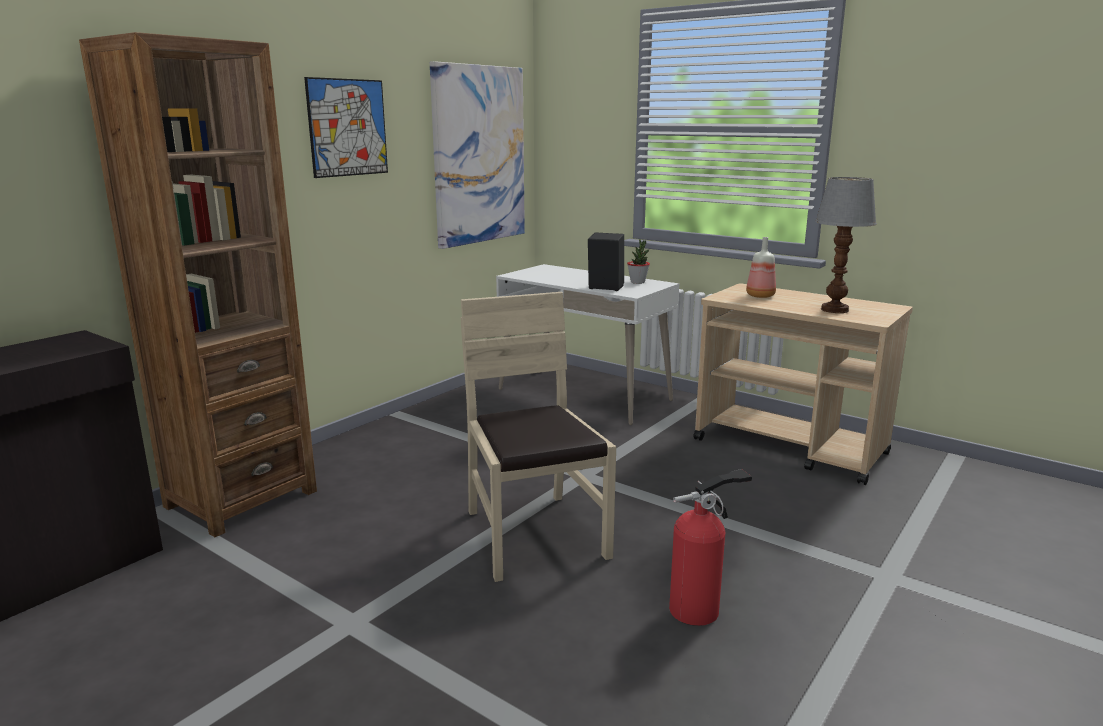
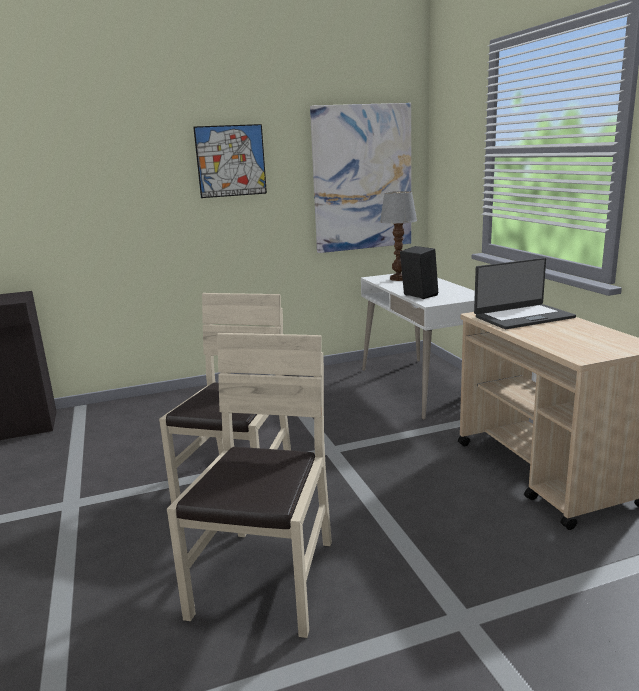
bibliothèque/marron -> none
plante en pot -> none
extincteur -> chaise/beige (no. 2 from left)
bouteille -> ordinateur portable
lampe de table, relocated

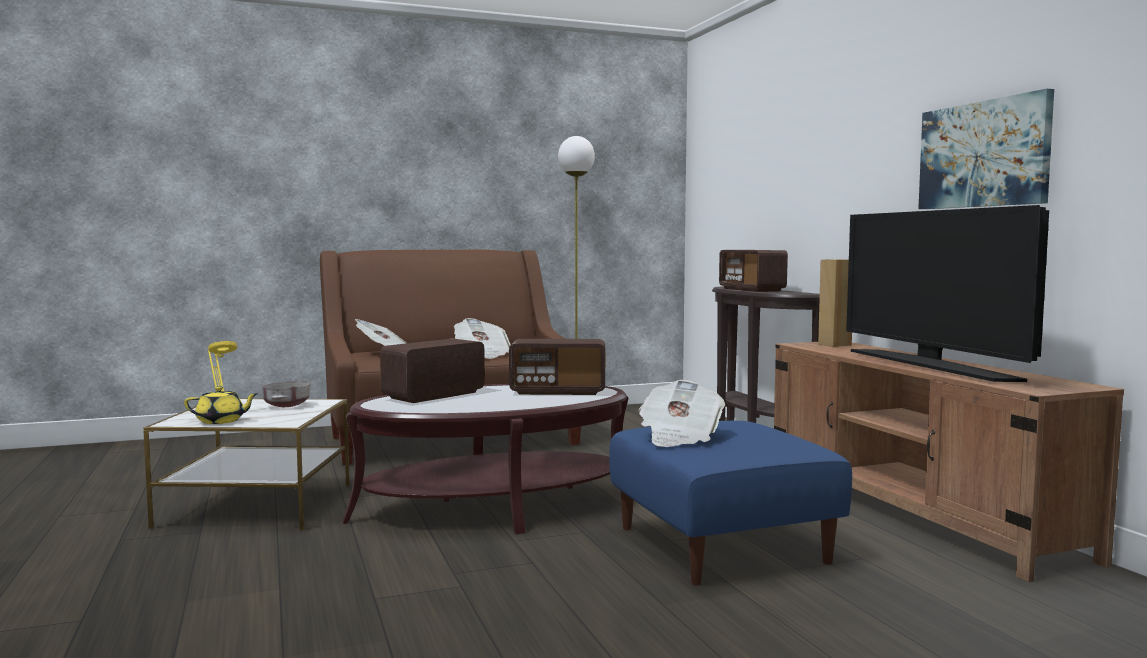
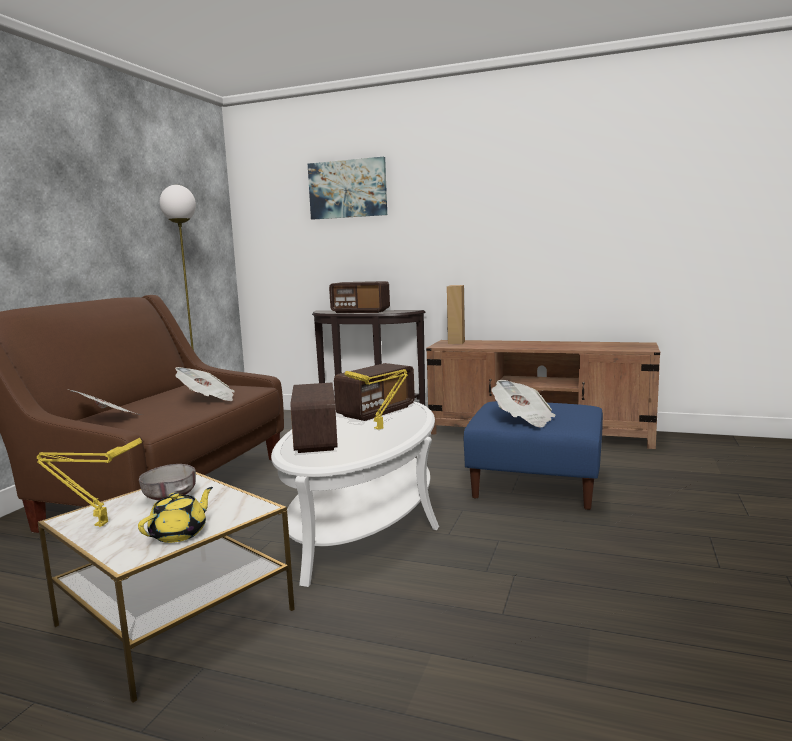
table basse/marron -> table basse/blanc
téléviseur -> none
tableau, relocated
none -> lampe de table/jaune (no. 2 from left)

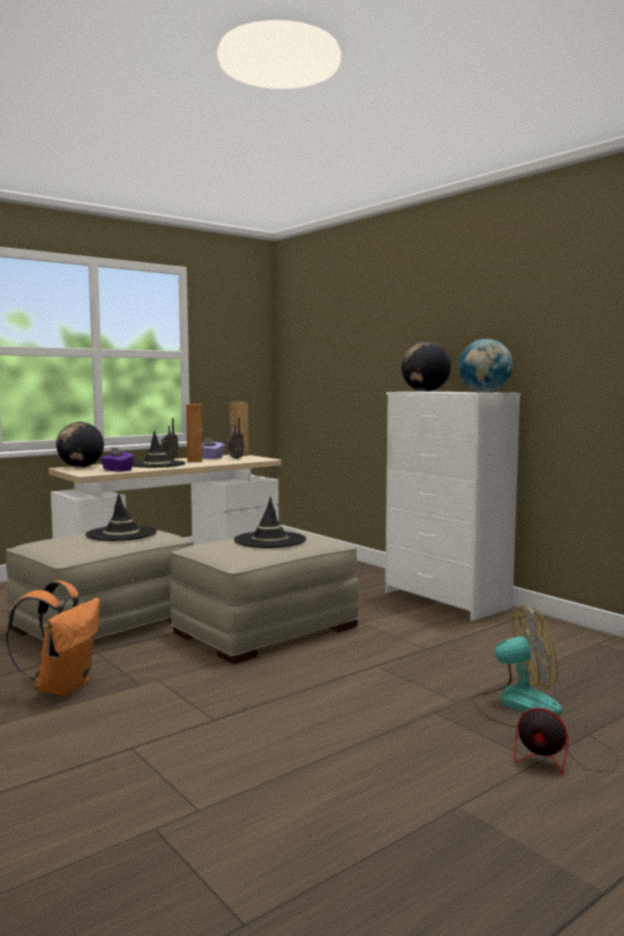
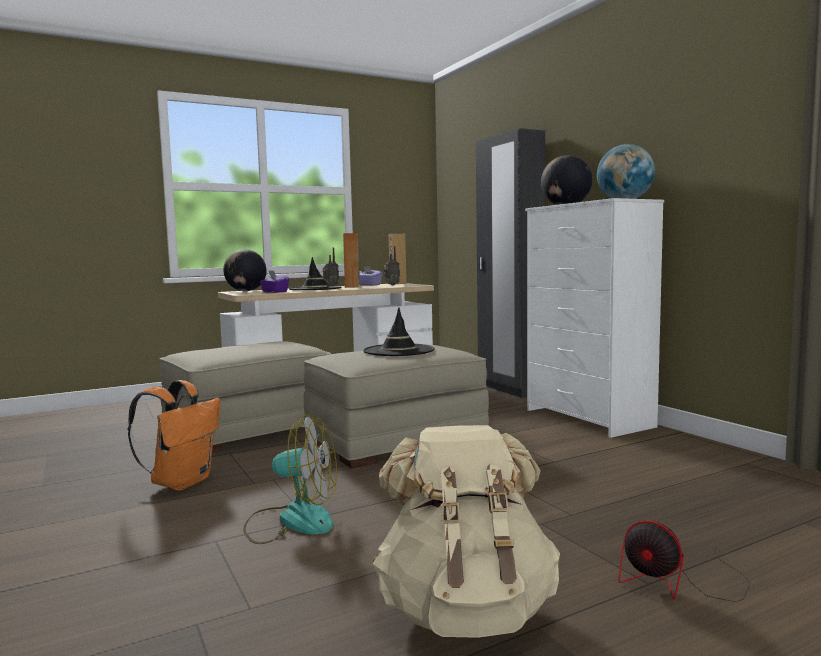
chapeau/noir (no. 1 from left) -> none
ventilateur (no. 1 from left), relocated
none -> sac à dos/beige
none -> armoire/noir

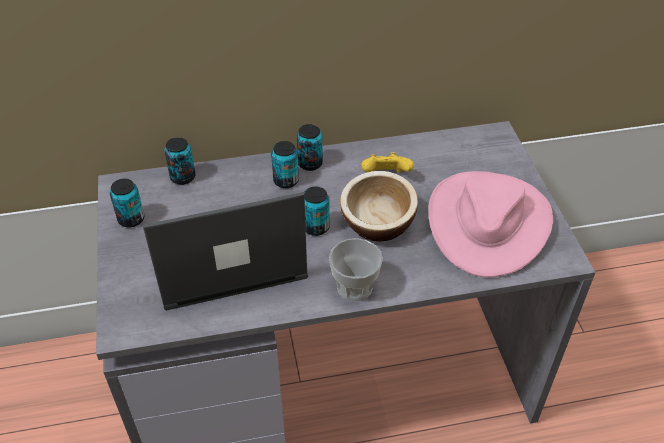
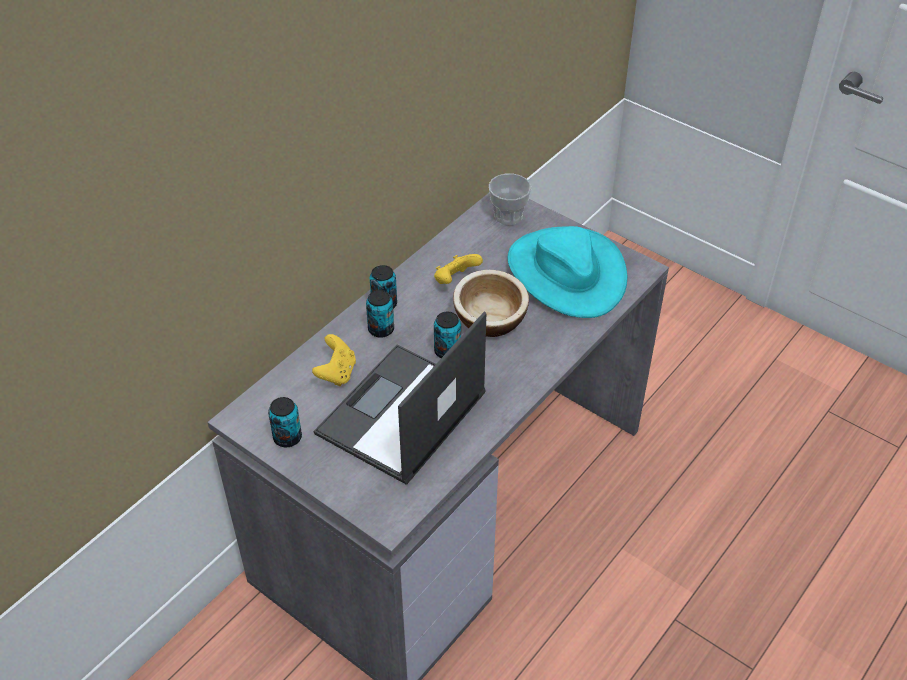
boîte métallique (no. 2 from left) -> none
tasse, relocated
chapeau/rose -> chapeau/turquoise
none -> manette/jaune (no. 1 from left)

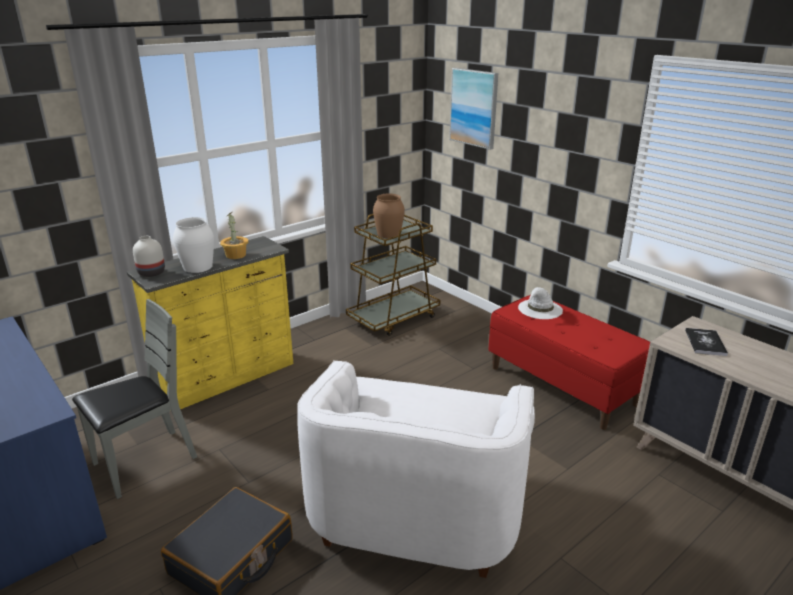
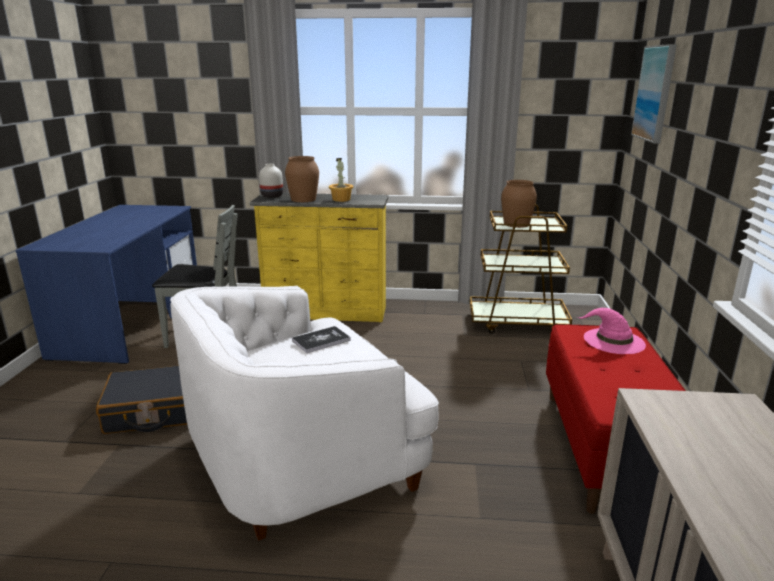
vase/blanc (no. 2 from left) -> vase/marron (no. 1 from left)
chapeau/blanc -> chapeau/rose
livre, relocated

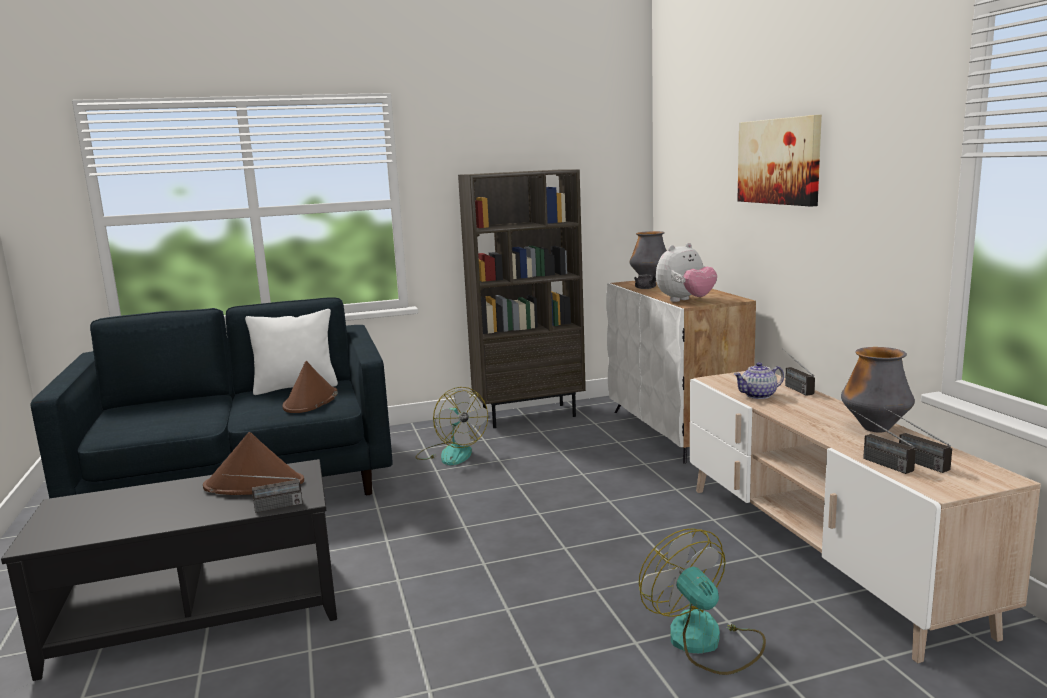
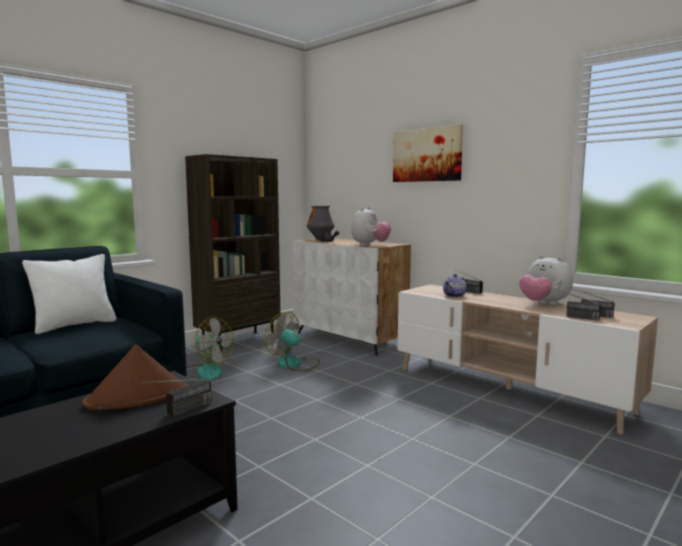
chapeau/marron (no. 2 from left) -> none
ventilateur (no. 2 from left), relocated
vase (no. 2 from left) -> peluche (no. 2 from left)

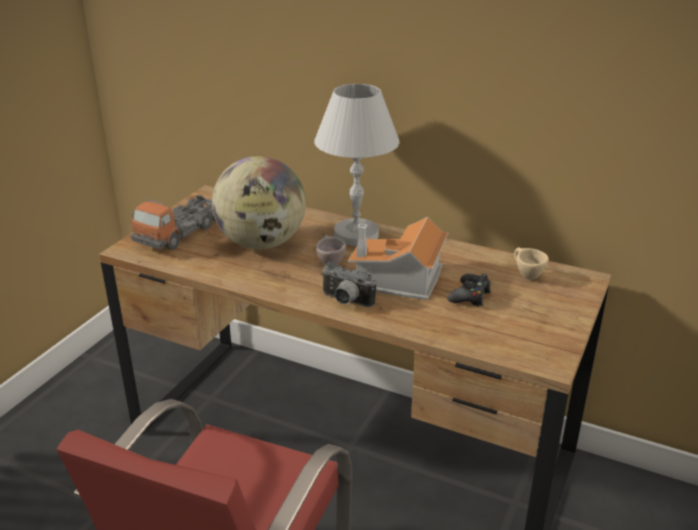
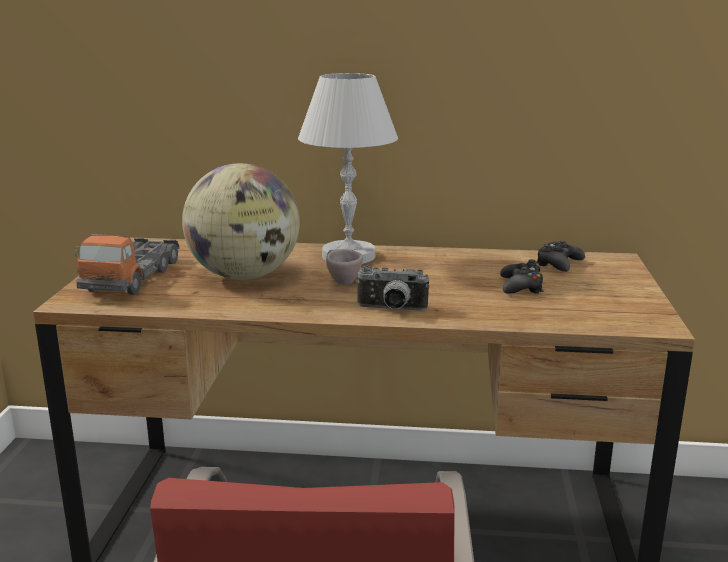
maison miniature -> none
tasse/beige (no. 2 from left) -> manette/noir (no. 2 from left)

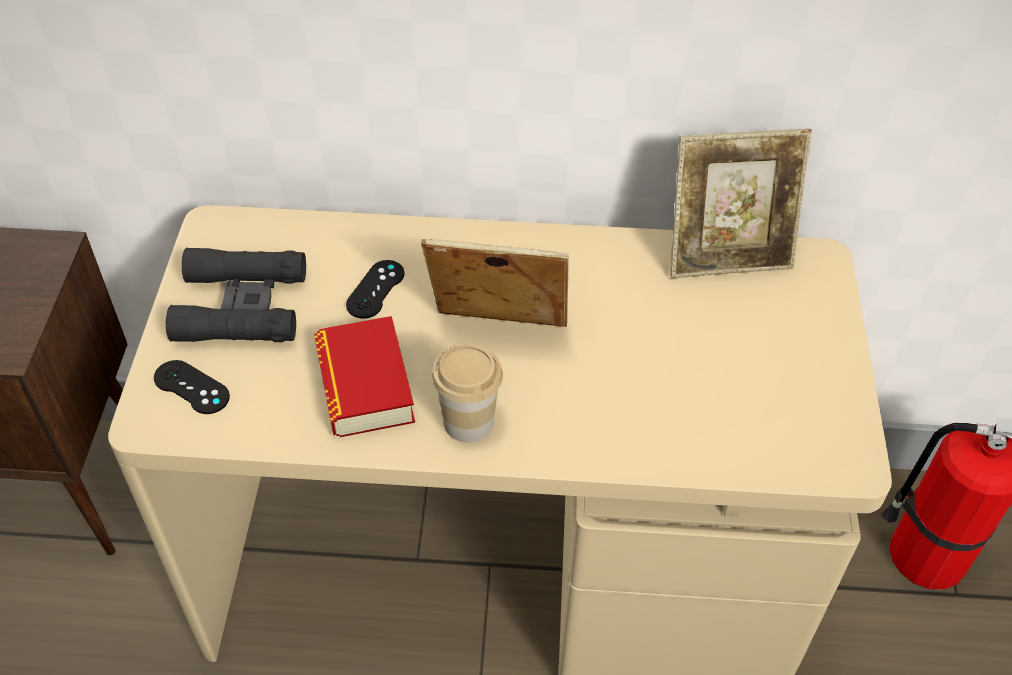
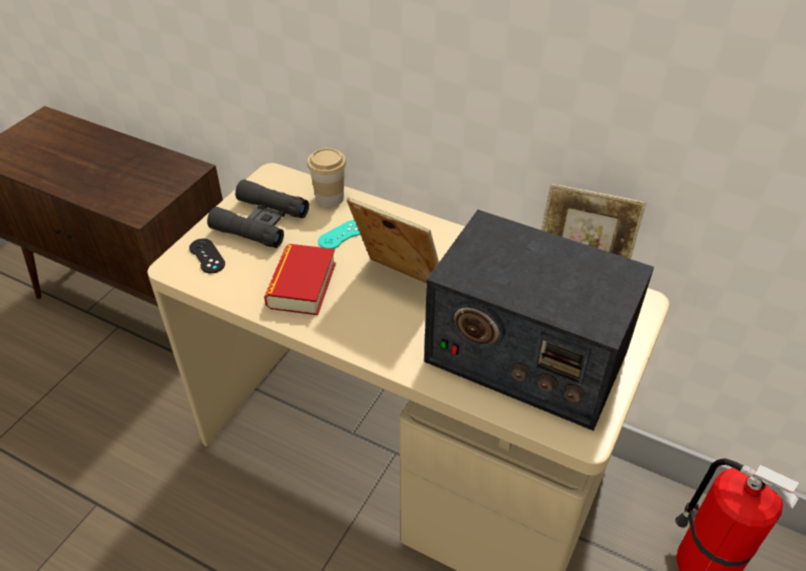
manette/noir (no. 2 from left) -> manette/turquoise
tasse, relocated
none -> radio

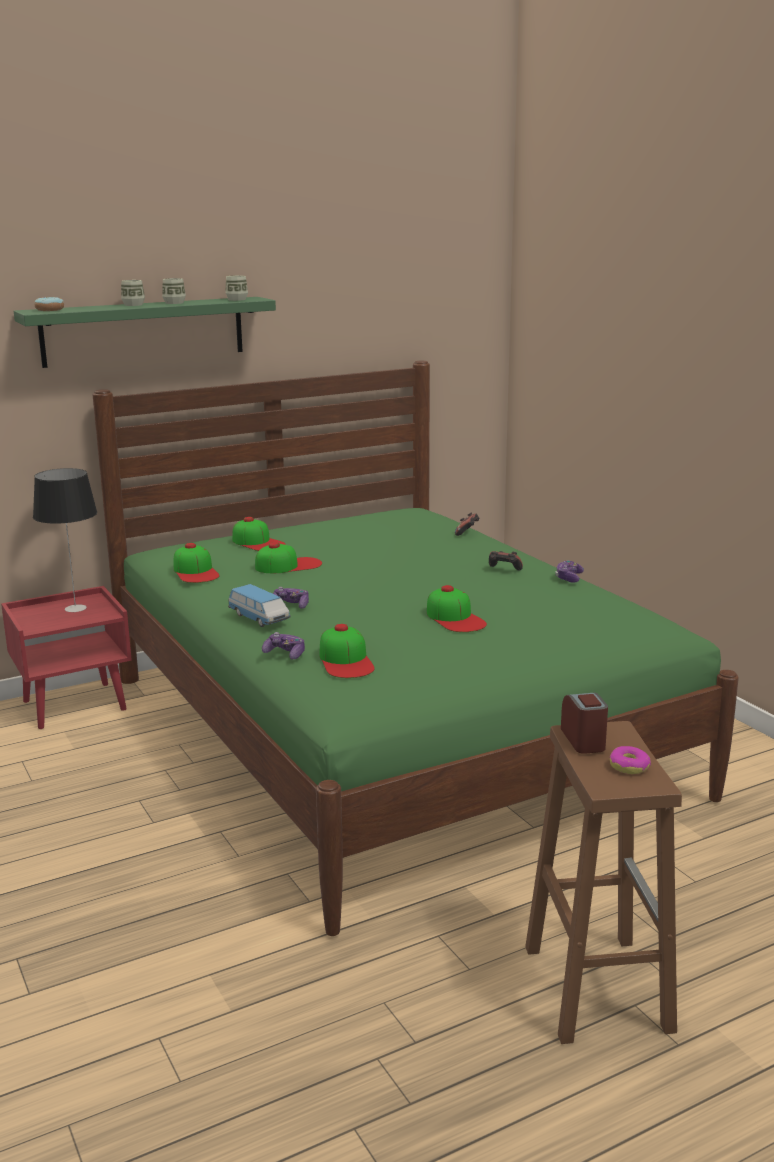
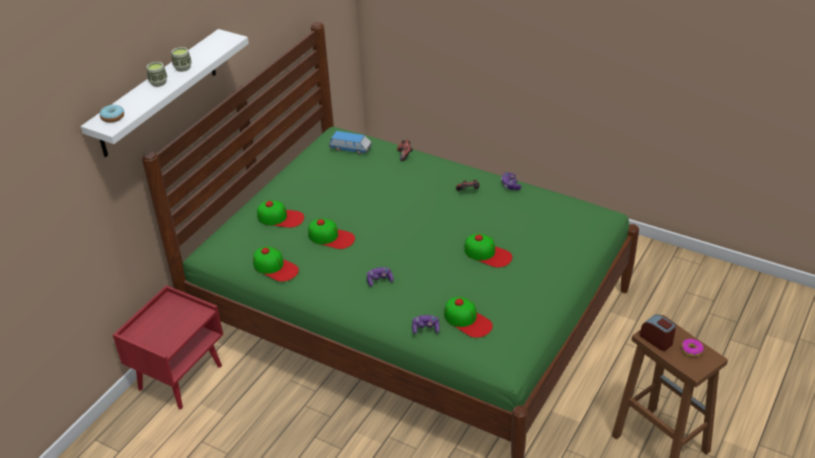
étagère/vert -> étagère/blanc
lampe de table -> none
tasse (no. 3 from left) -> none
petite voiture, relocated
casquette (no. 3 from left), 75 degrees clockwise

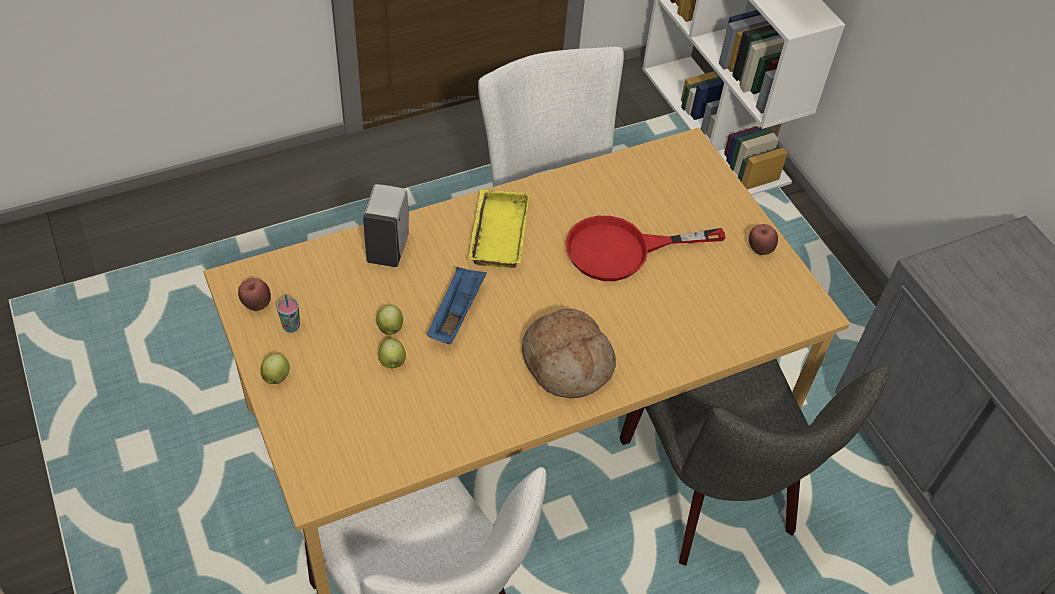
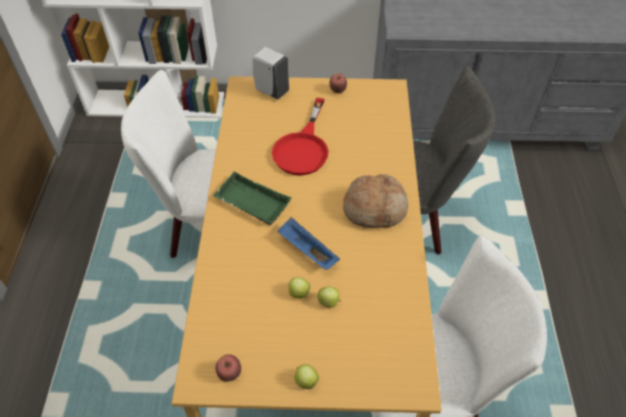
tasse -> none
distributeur de savon/blanc, relocated
plateau/jaune -> plateau/vert

